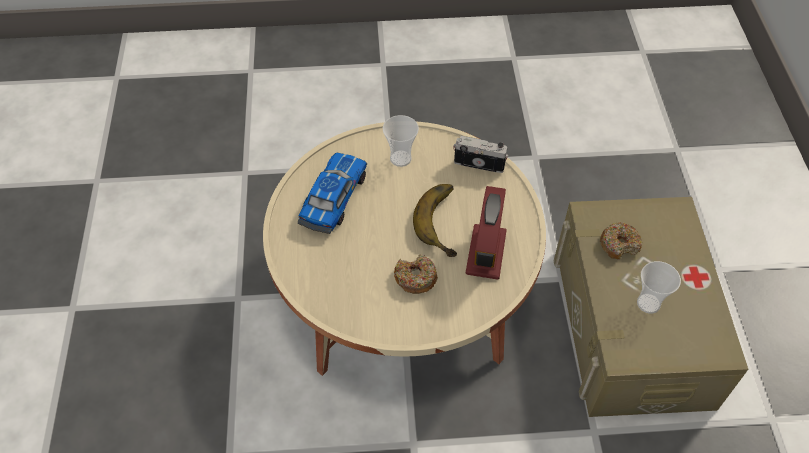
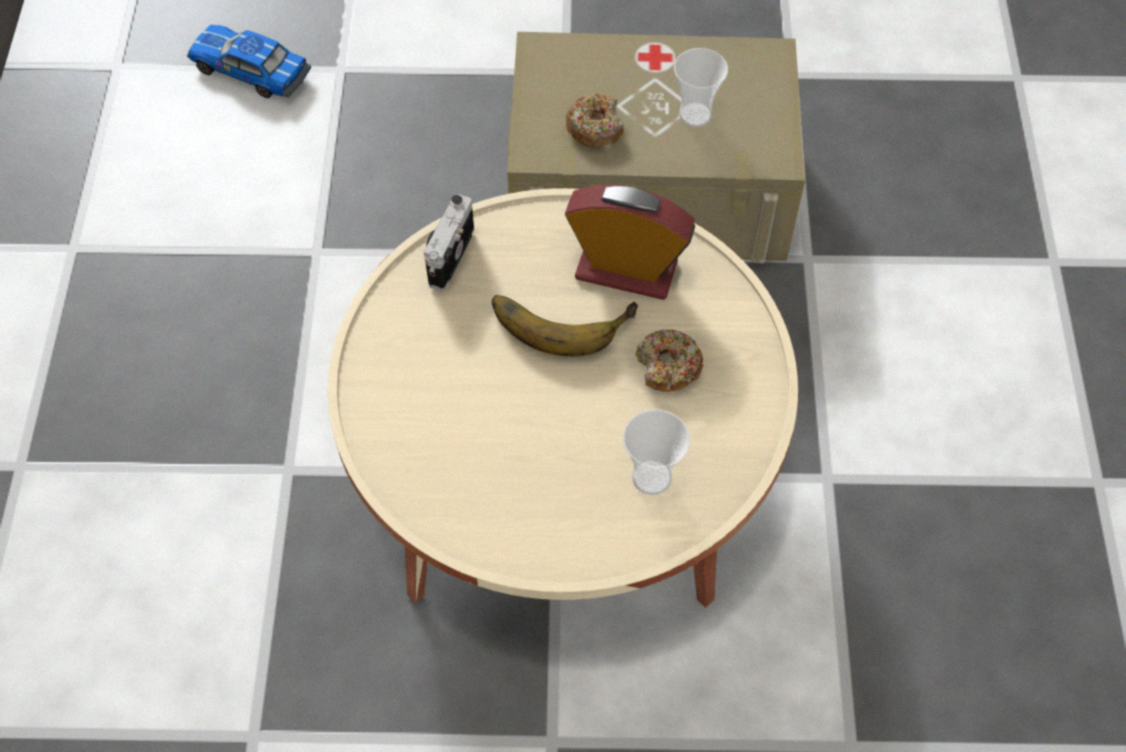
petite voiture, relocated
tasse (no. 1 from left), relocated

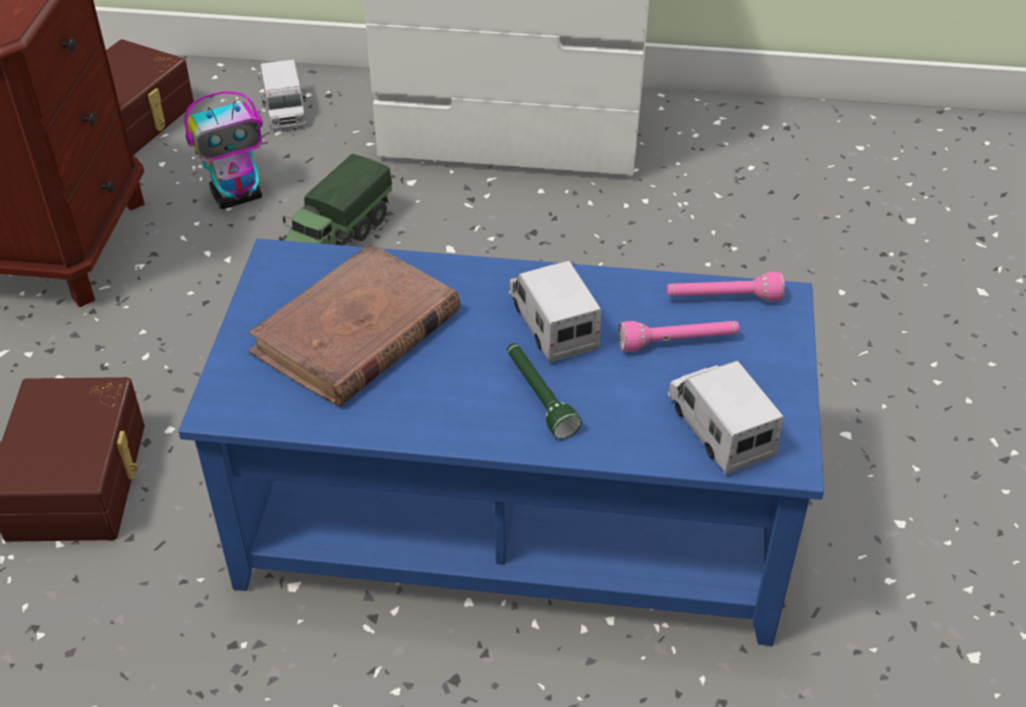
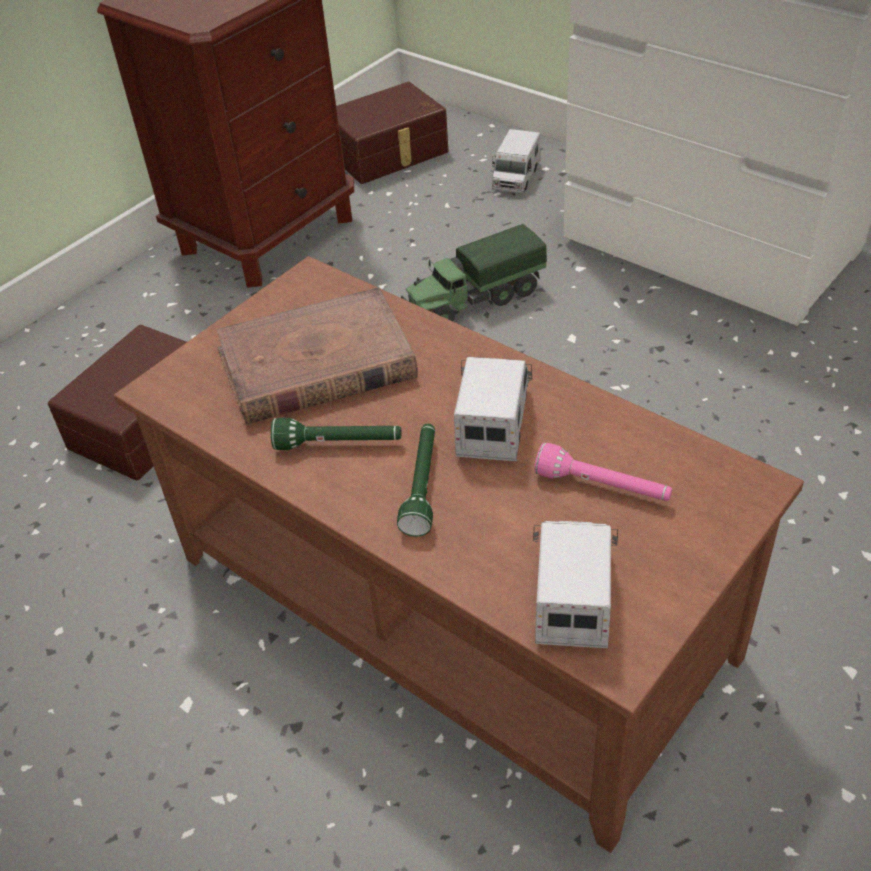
table basse/bleu -> table basse/marron
robot jouet -> none
lampe de poche/rose (no. 2 from left) -> none
none -> lampe de poche/vert (no. 1 from left)

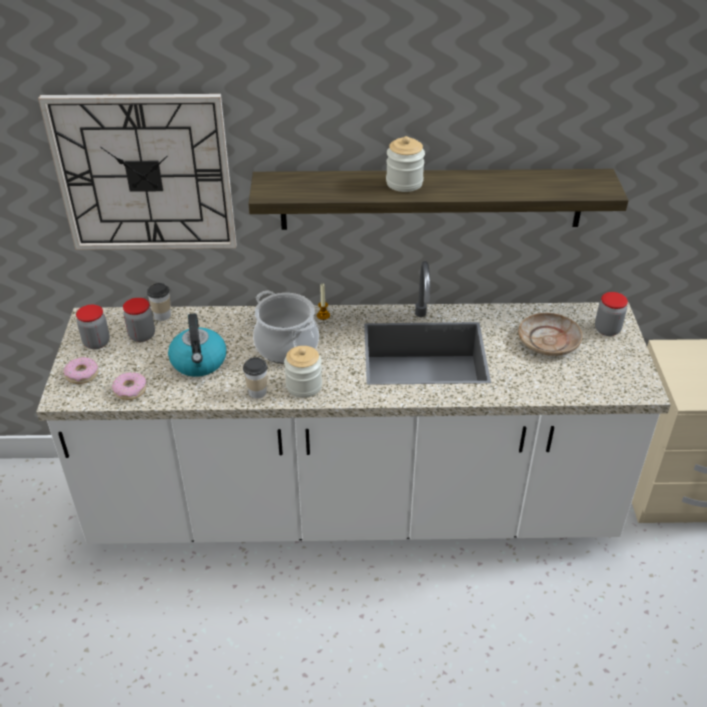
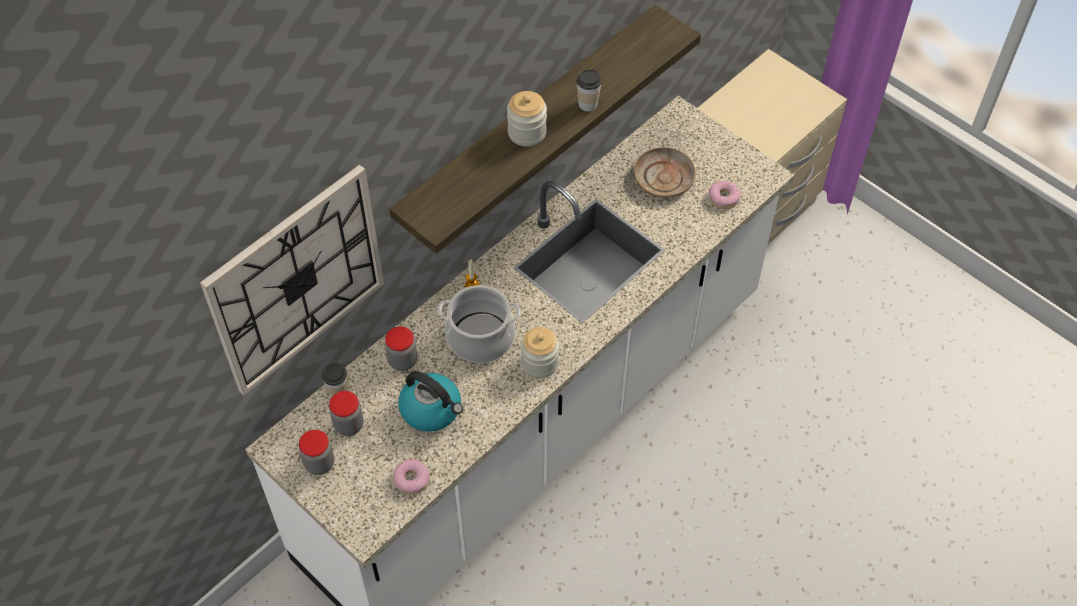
beignet (no. 1 from left in the first image) -> beignet (no. 2 from left), relocated
tasse (no. 2 from left), relocated
bocal (no. 5 from left in the first image) -> bocal (no. 3 from left), relocated

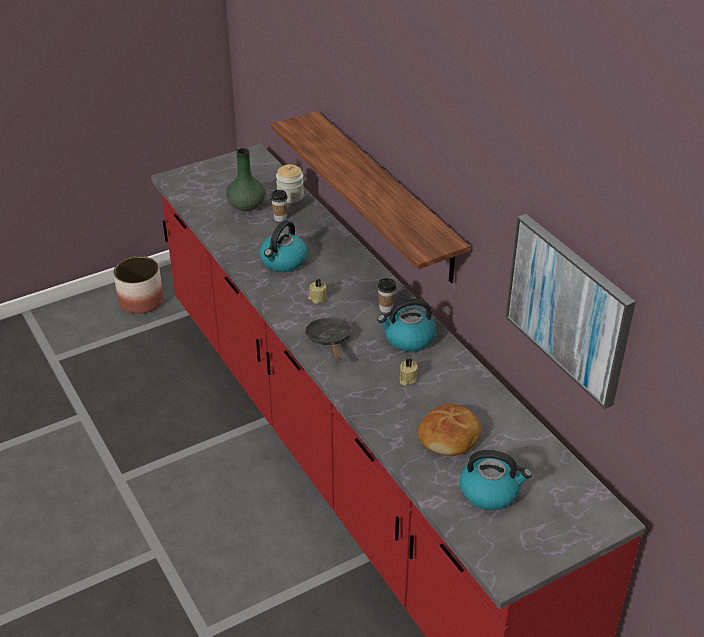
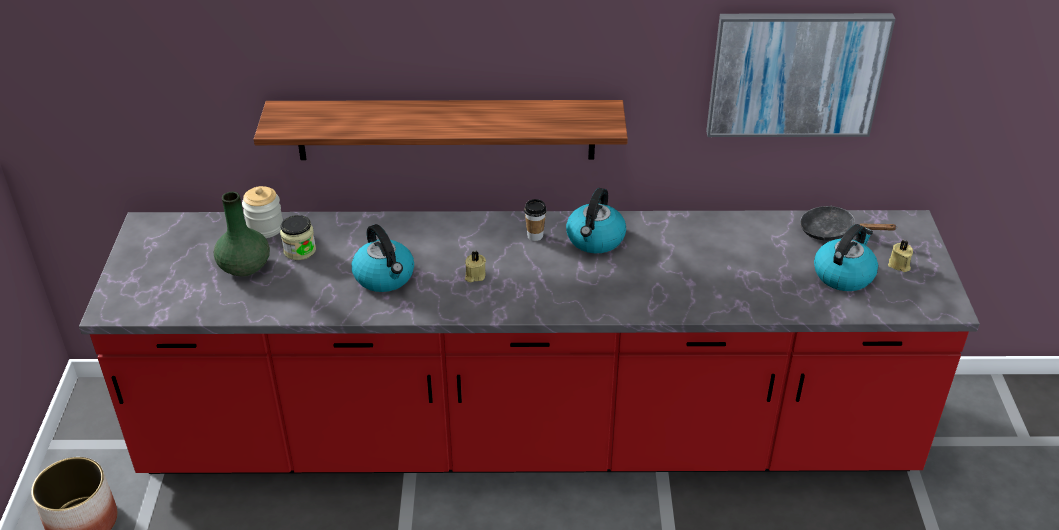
tasse (no. 1 from left) -> bocal (no. 2 from left)
poêle/noir, relocated
bougie/beige (no. 2 from left), relocated
pain -> none

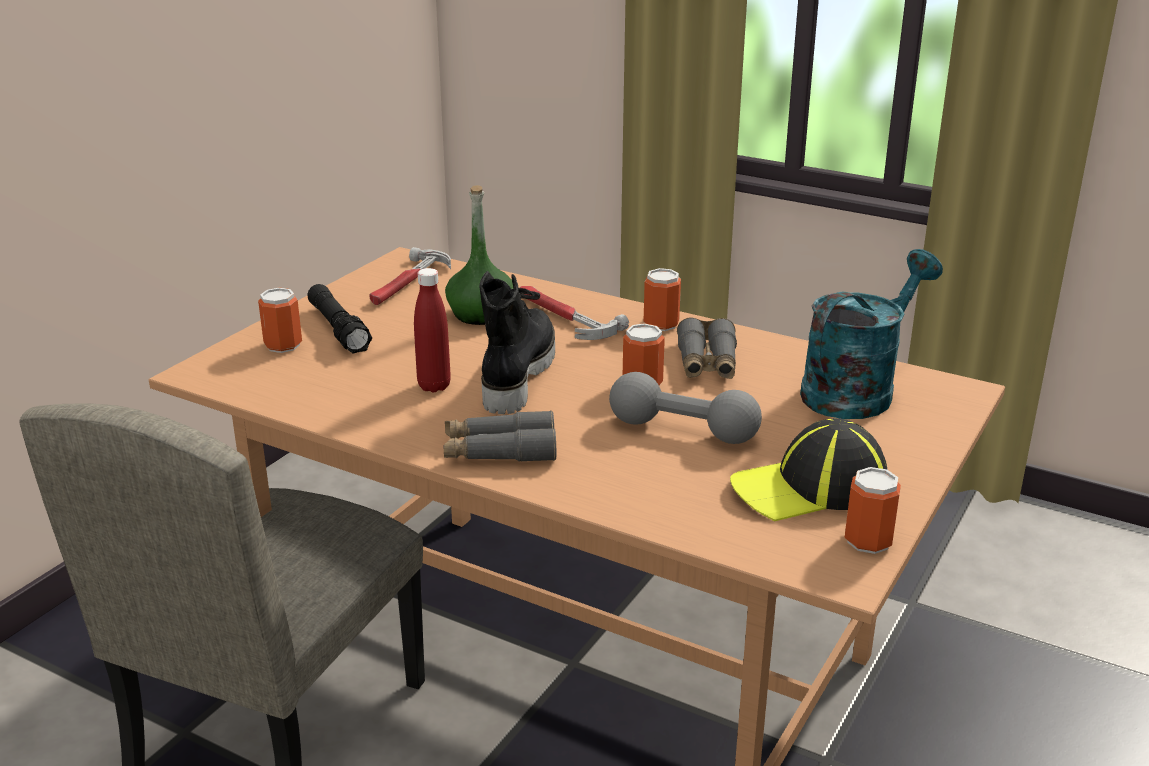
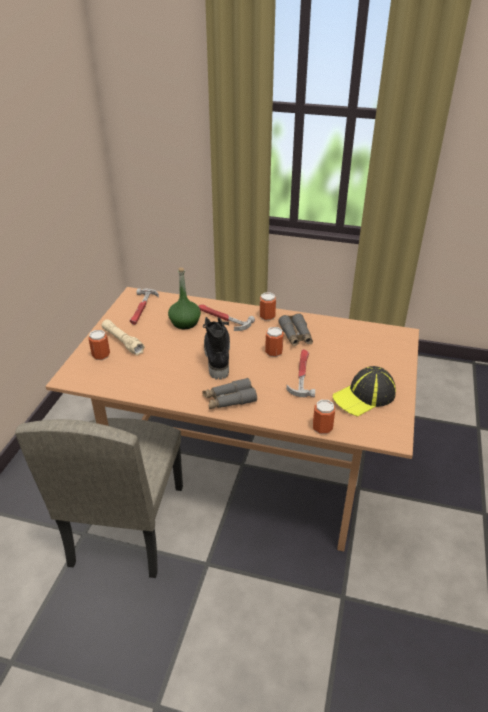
lampe de poche/noir -> lampe de poche/beige
bouteille/rouge -> none
haltère/gris -> marteau (no. 3 from left)
arrosoir/turquoise -> none
boîte métallique (no. 4 from left), relocated

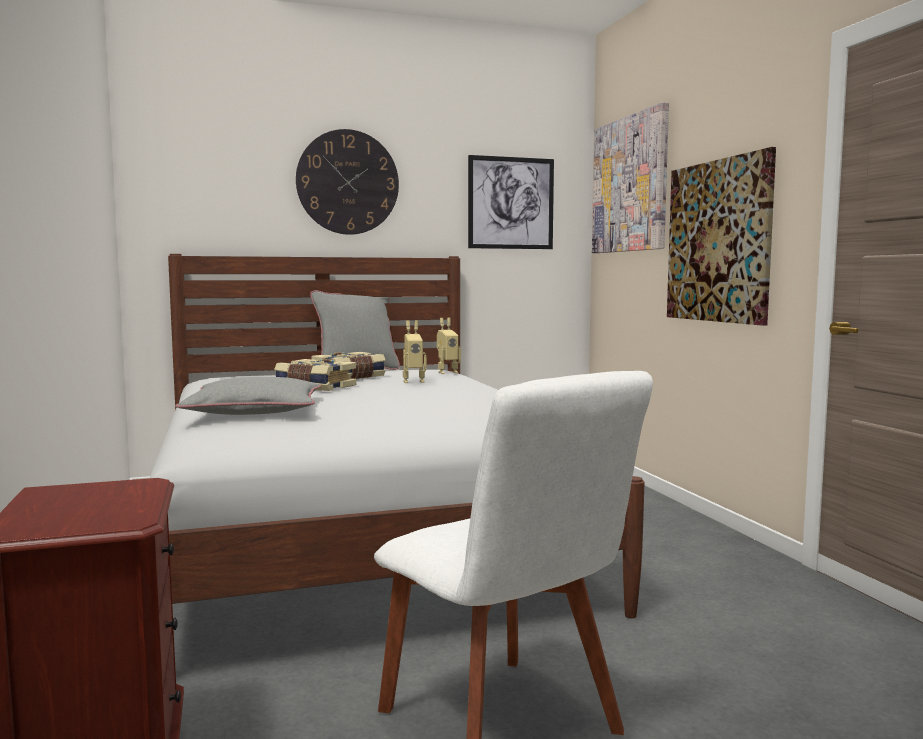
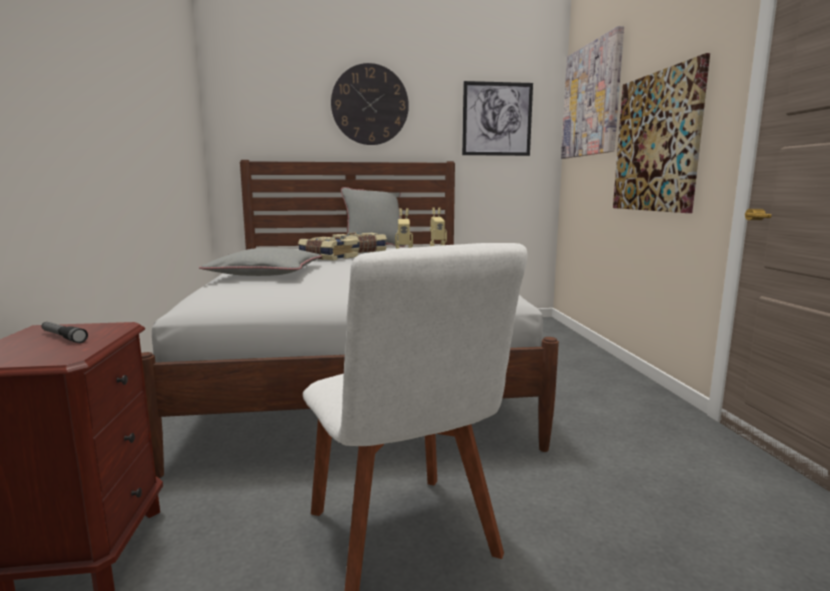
none -> lampe de poche

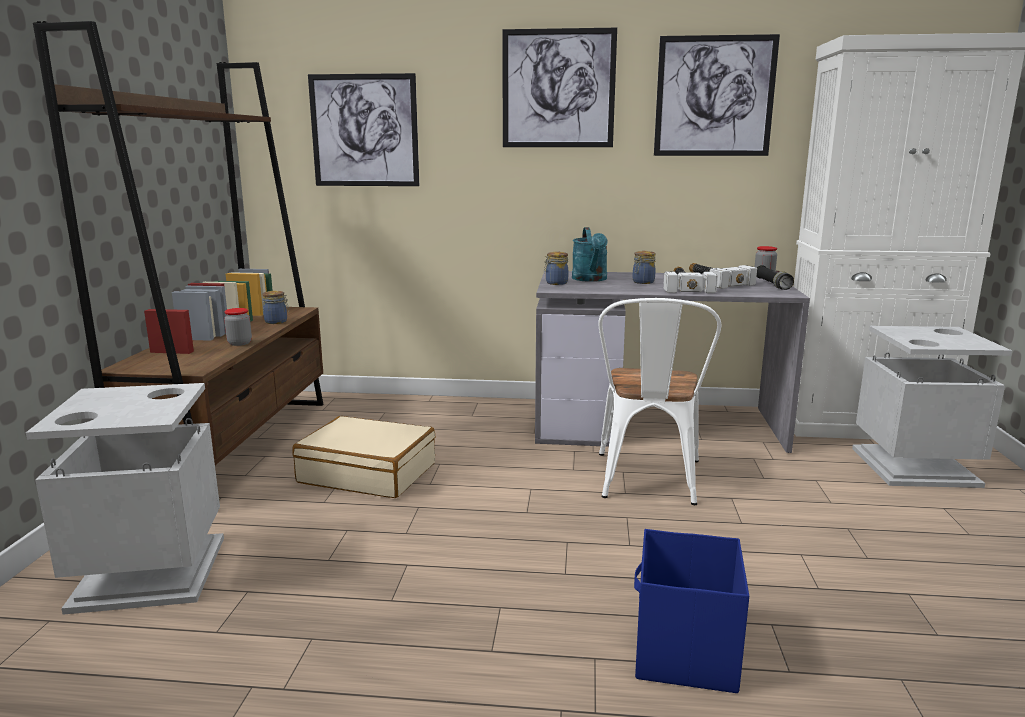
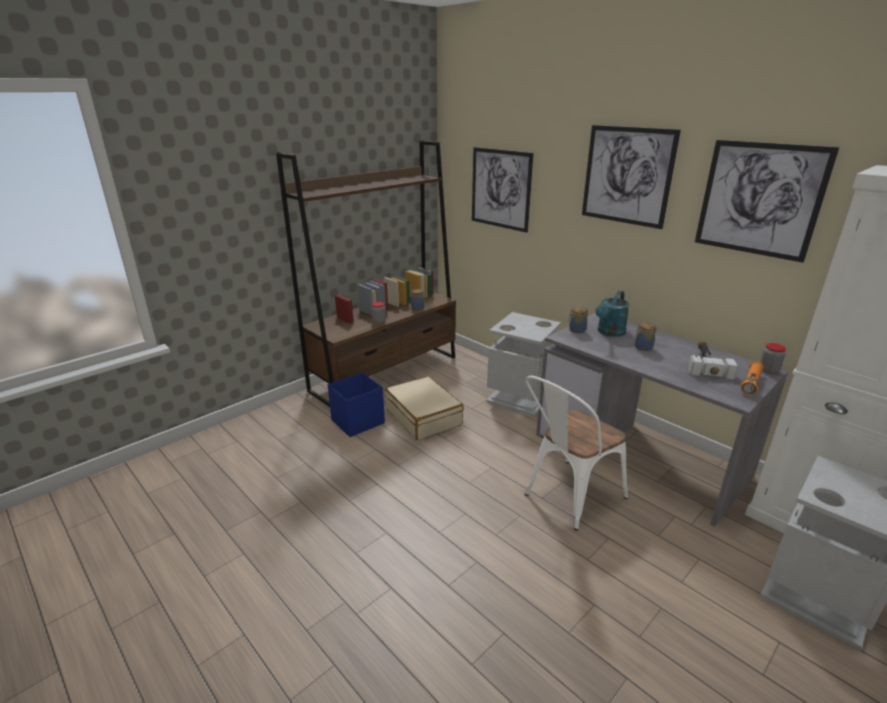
poubelle/gris (no. 1 from left), relocated
boîte de rangement/bleu, relocated
marteau (no. 1 from left) -> none
lampe de poche/noir -> lampe de poche/orange

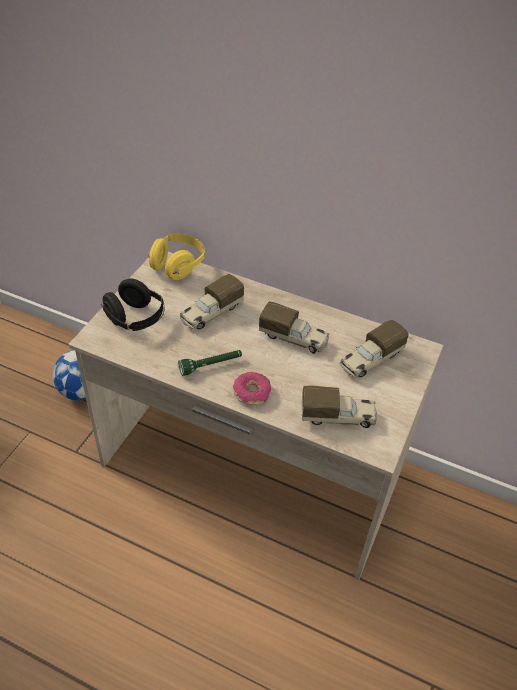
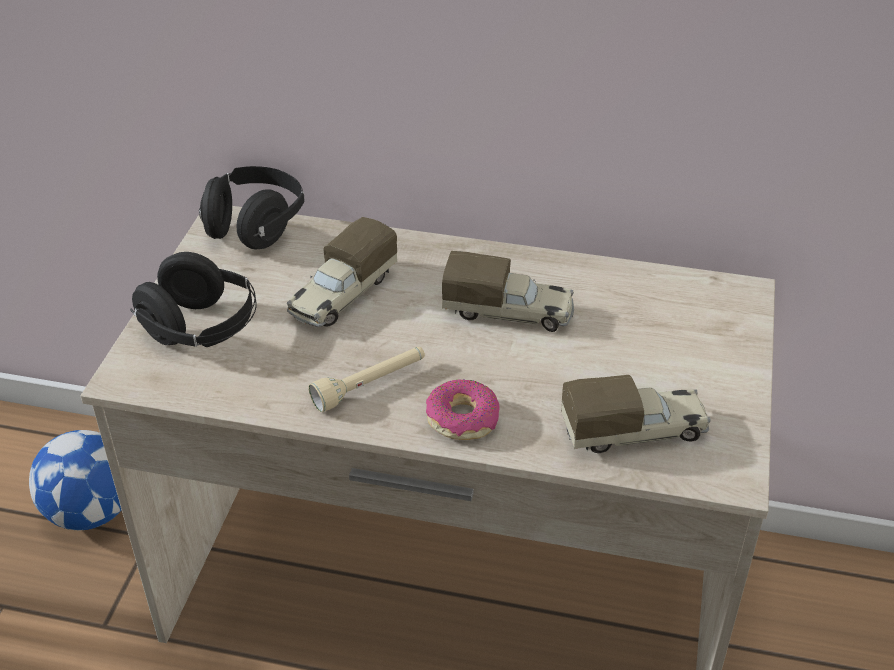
casque audio/jaune -> casque audio/noir (no. 2 from left)
lampe de poche/vert -> lampe de poche/beige
camion jouet (no. 4 from left) -> none

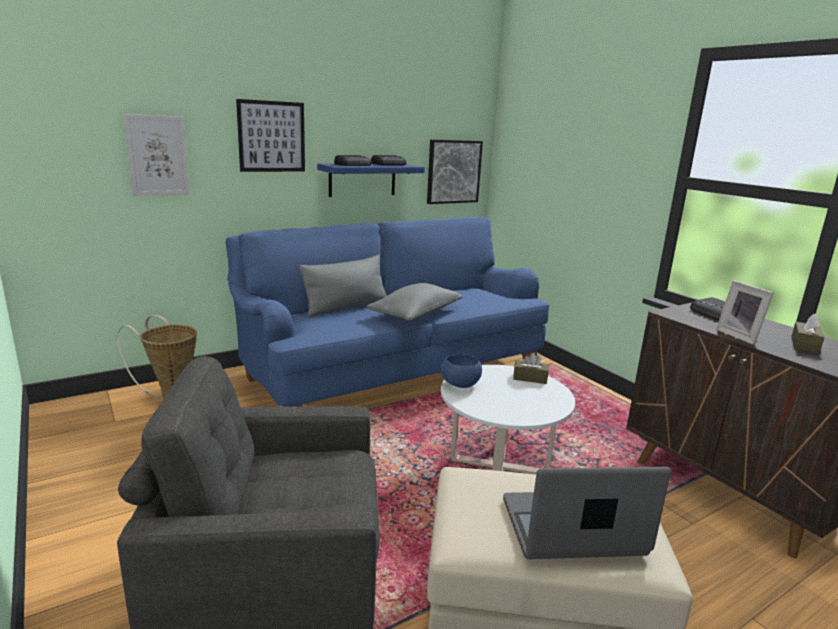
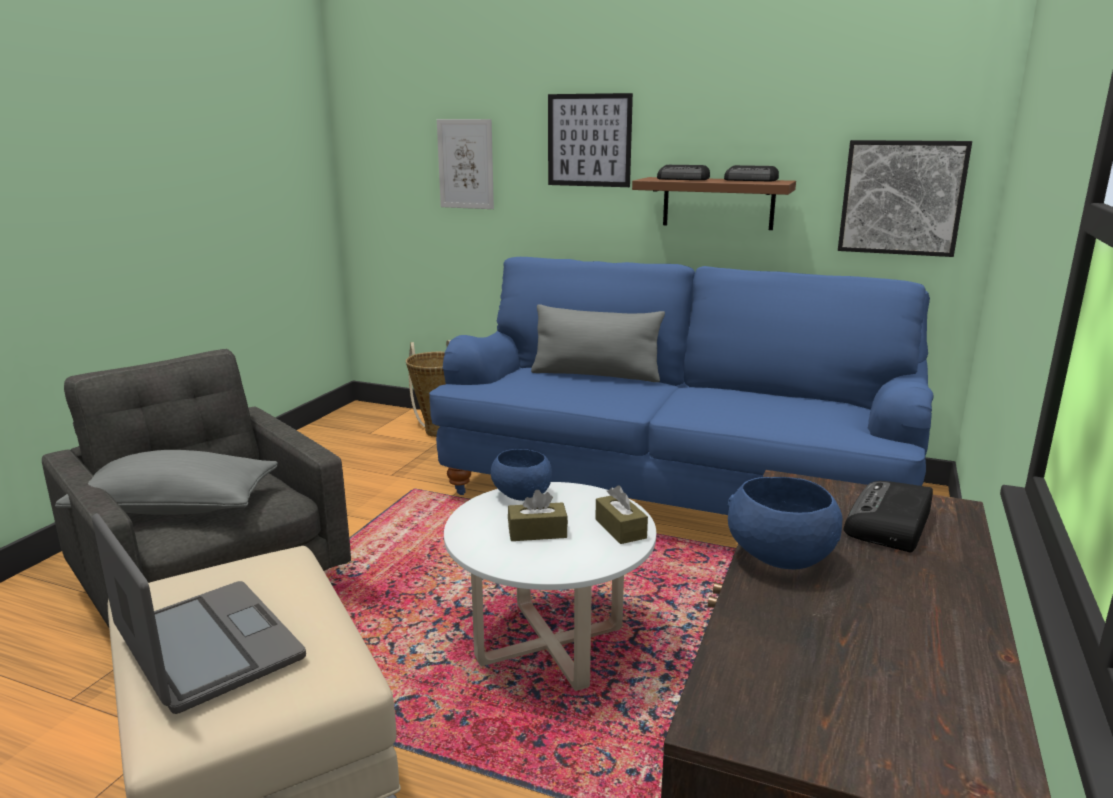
étagère/bleu -> étagère/marron
coussin/gris (no. 2 from left in the first image) -> coussin/gris (no. 1 from left), relocated
cadre photo -> bol/bleu (no. 2 from left)
boîte à mouchoirs/marron (no. 2 from left in the first image) -> boîte à mouchoirs/marron (no. 1 from left), relocated

